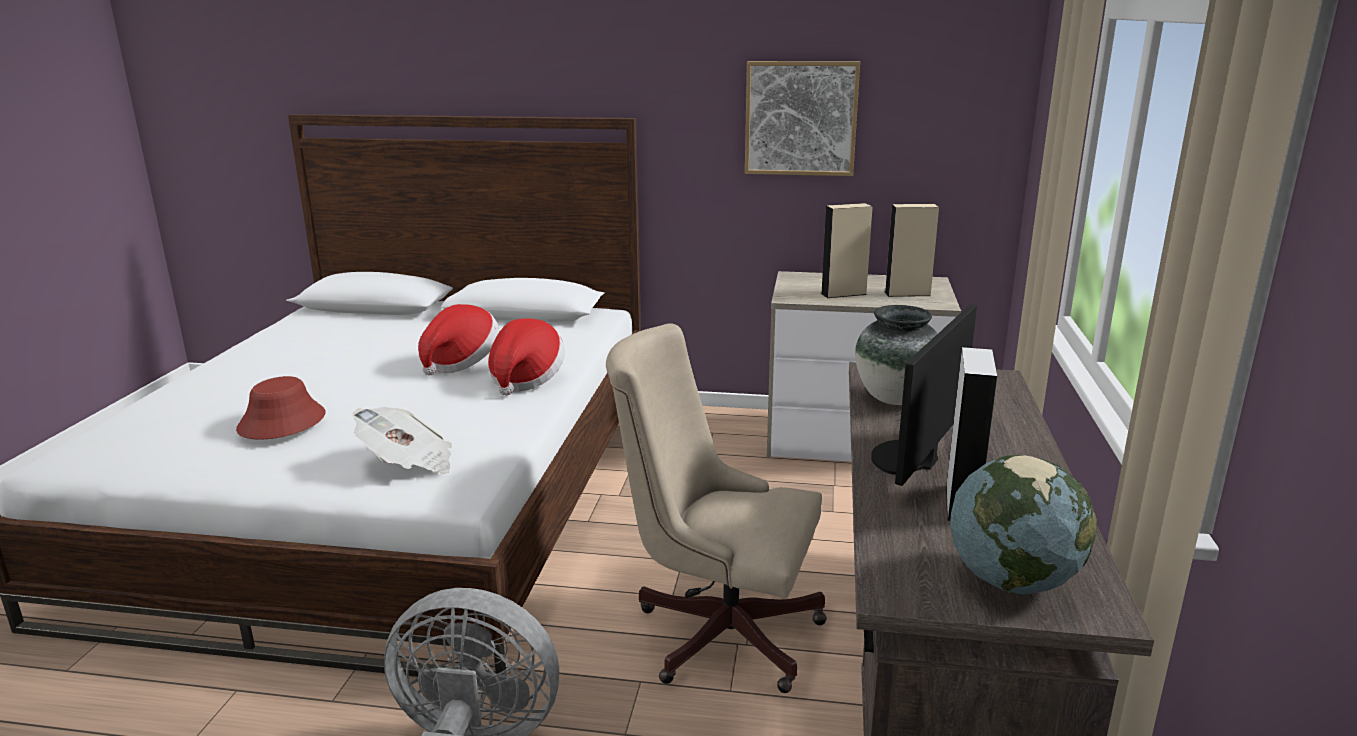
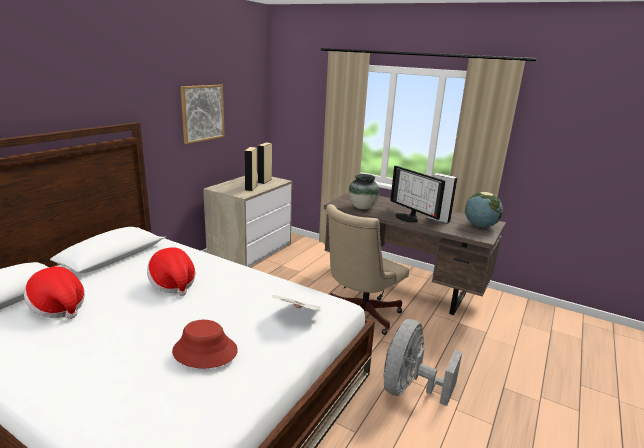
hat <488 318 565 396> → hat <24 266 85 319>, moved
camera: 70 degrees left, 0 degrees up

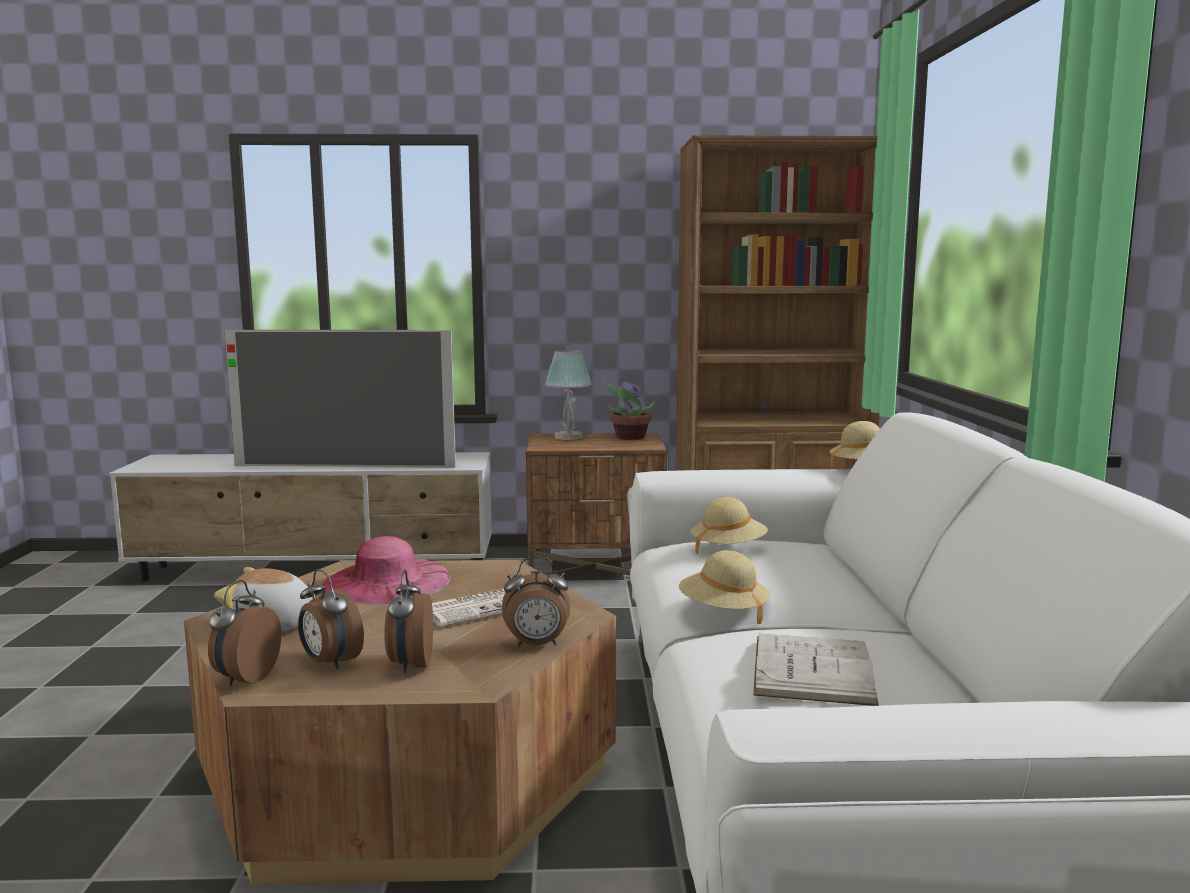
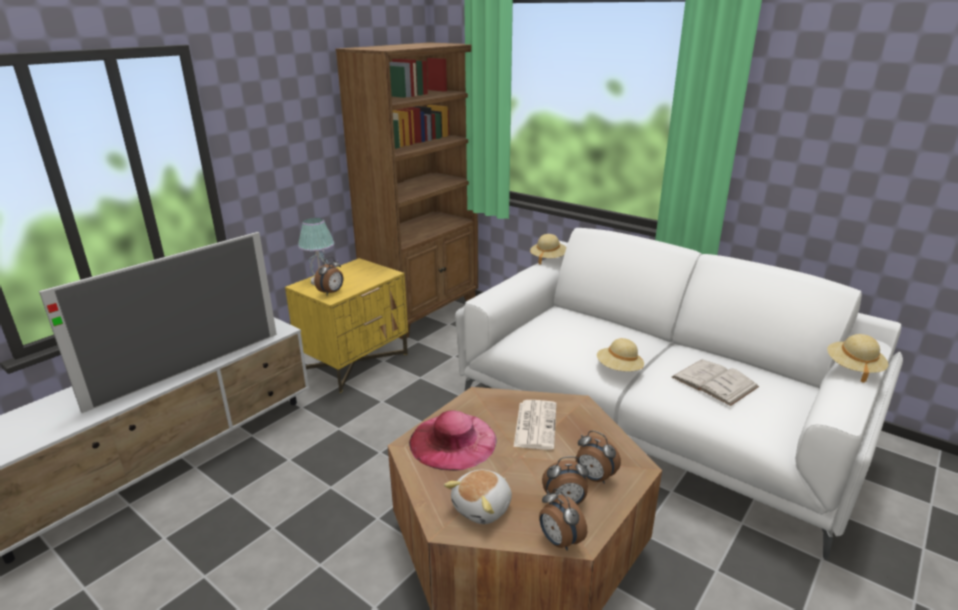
alarm clock <502 556 570 647> → alarm clock <314 257 343 295>, moved
nightstand (brown) <526 433 667 576> → nightstand (yellow) <285 258 408 392>
potted plant <604 373 655 440> → -
hat (beige) <690 497 768 555> → hat (beige) <827 334 888 383>, moved
camera: 50 degrees left, 15 degrees up

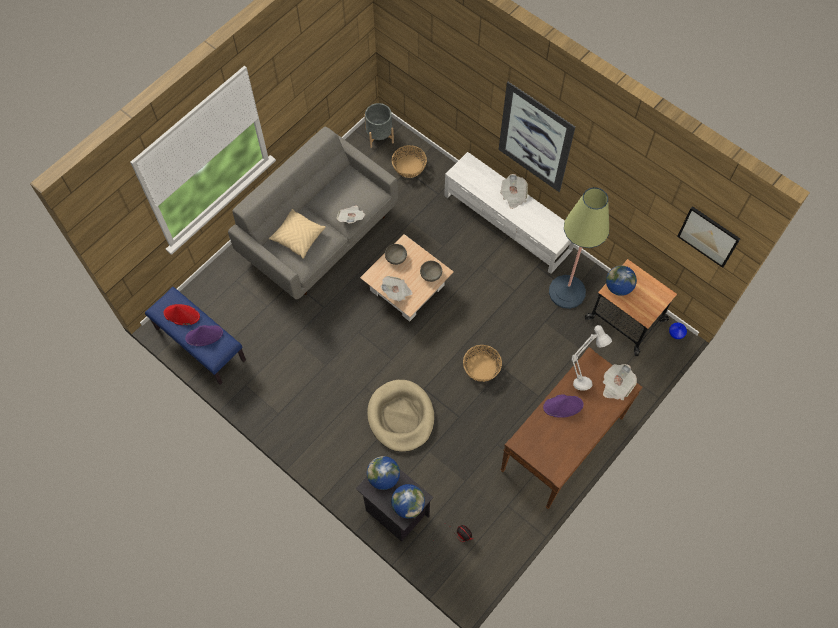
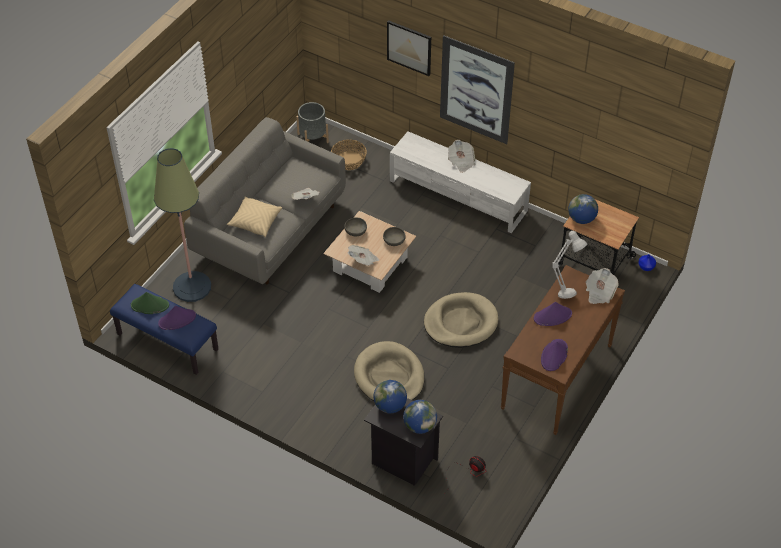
hat (red) <164 304 200 325> → hat (green) <131 292 169 314>
basket <463 345 502 382> → dog bed (beige) <424 292 498 348>
floor lamp <549 187 609 309> → floor lamp <154 148 211 302>, moved
picture <677 206 740 268> → picture <387 20 431 76>, moved
- → hat (purple) <541 339 568 371>
camera: 10 degrees left, 15 degrees down

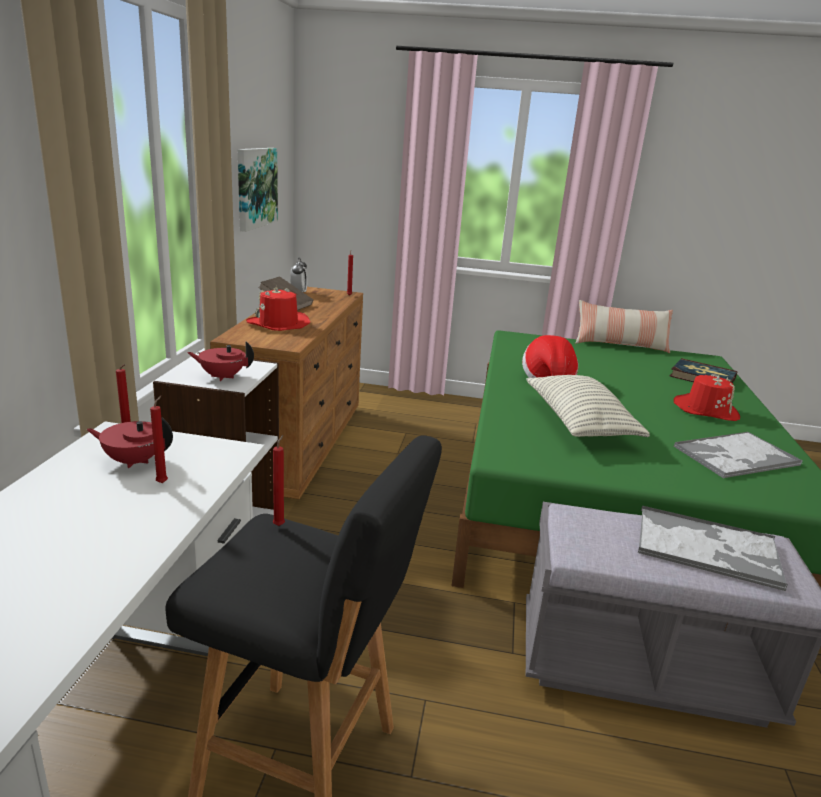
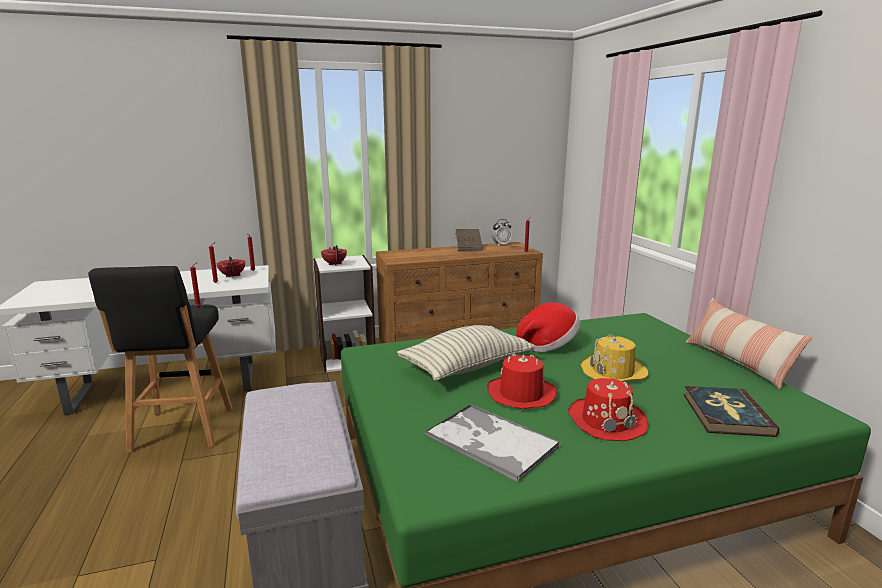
picture <238 148 278 232> → -
hat (red) <246 286 310 331> → hat (red) <487 353 557 409>, moved
tray <638 506 788 591> → -
- → hat (yellow) <580 334 649 382>
camera: 65 degrees right, 5 degrees down

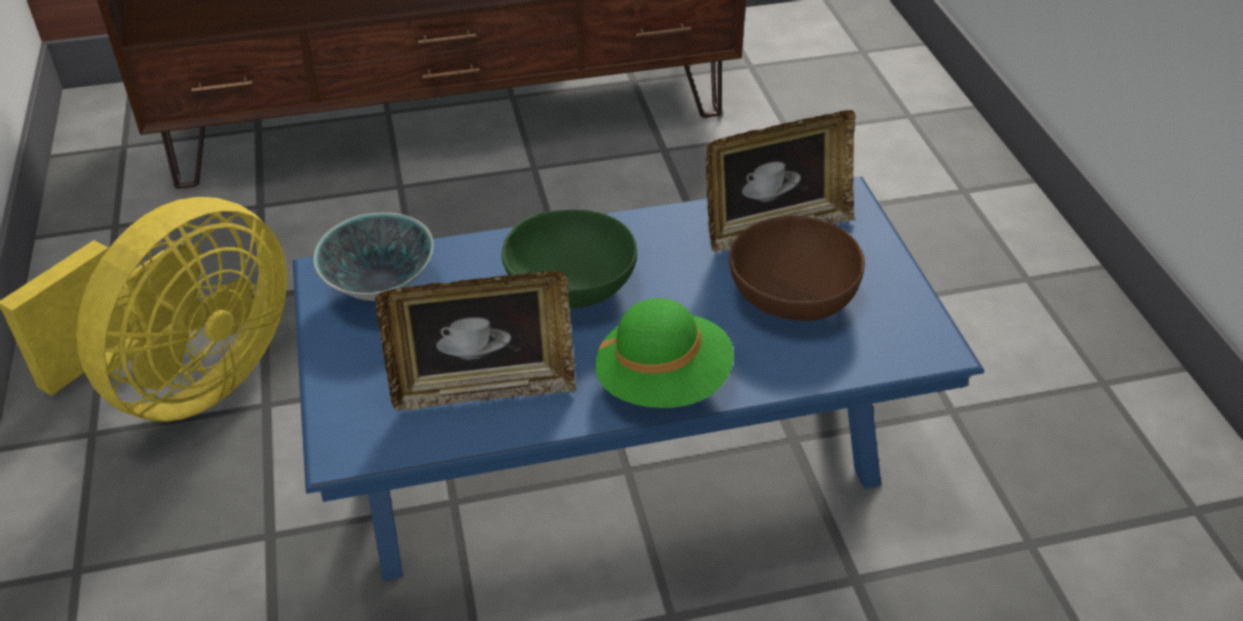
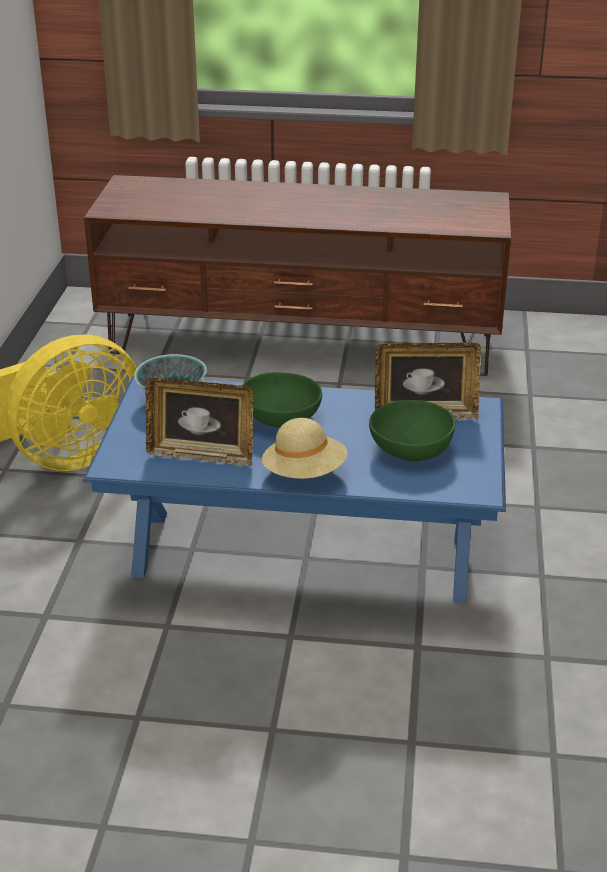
hat (green) <596 298 734 408> → hat (beige) <262 418 348 479>
bowl (brown) <729 215 865 321> → bowl (green) <369 400 455 461>
camera: 20 degrees right, 10 degrees down

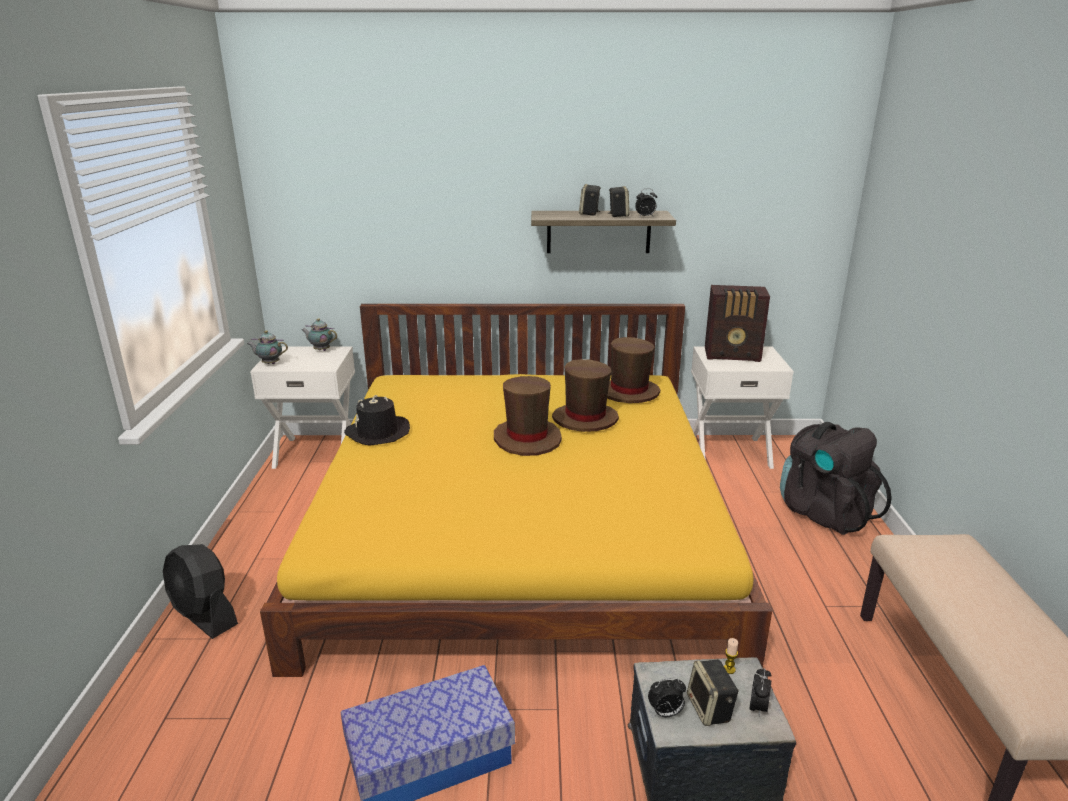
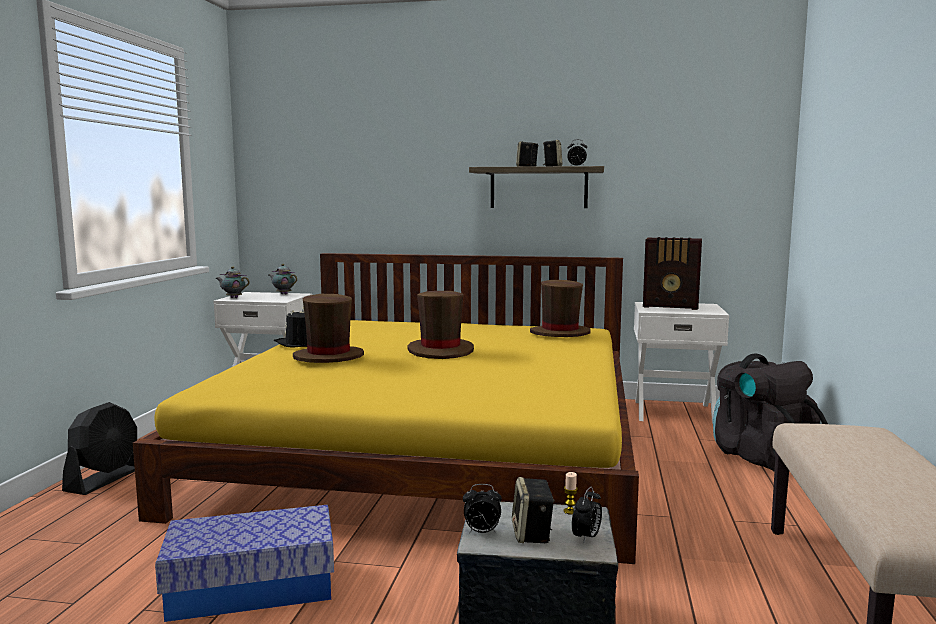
fan (black) <163 544 238 639> → fan (black) <62 402 137 495>, 120 degrees counterclockwise
hat (brown) <552 359 619 432> → hat (brown) <293 294 364 363>, moved
camera: 10 degrees right, 15 degrees down

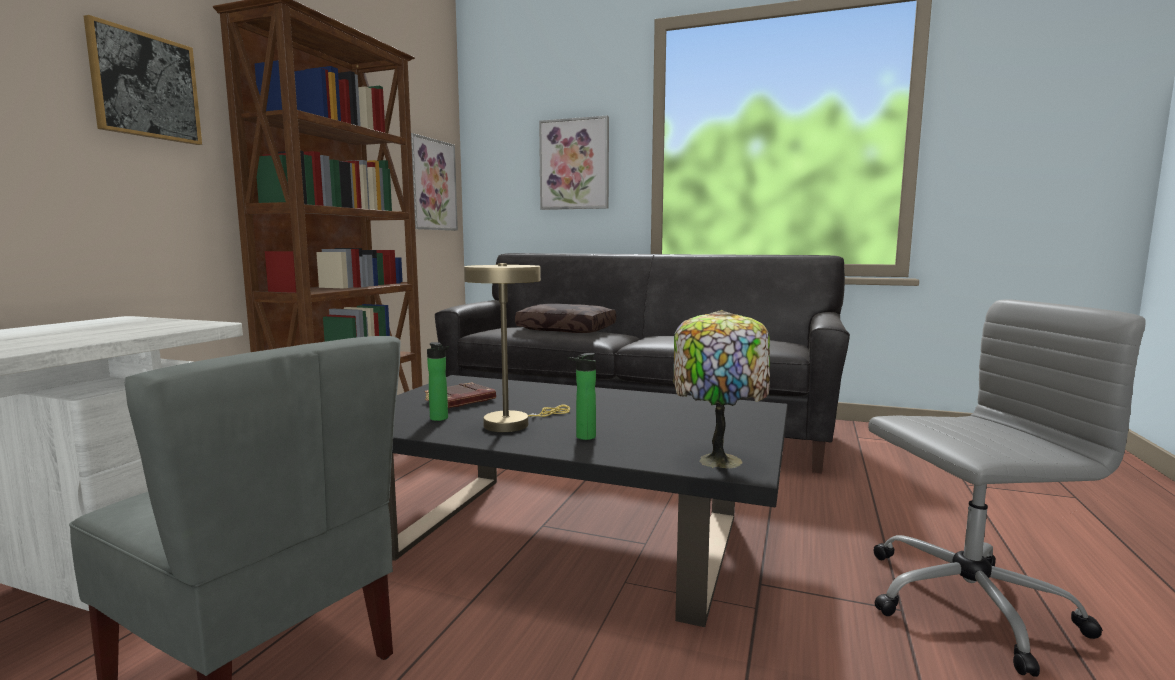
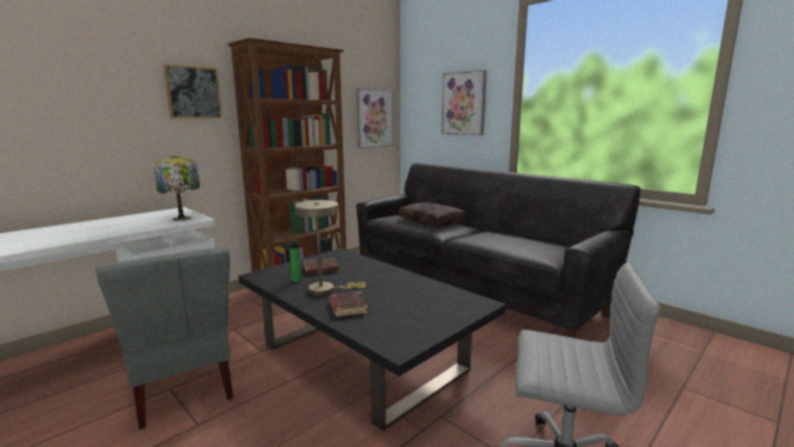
bottle <569 353 596 440> → book (brown) <329 292 368 317>
table lamp <673 310 770 469> → table lamp <154 156 200 221>, moved
camera: 25 degrees right, 5 degrees up

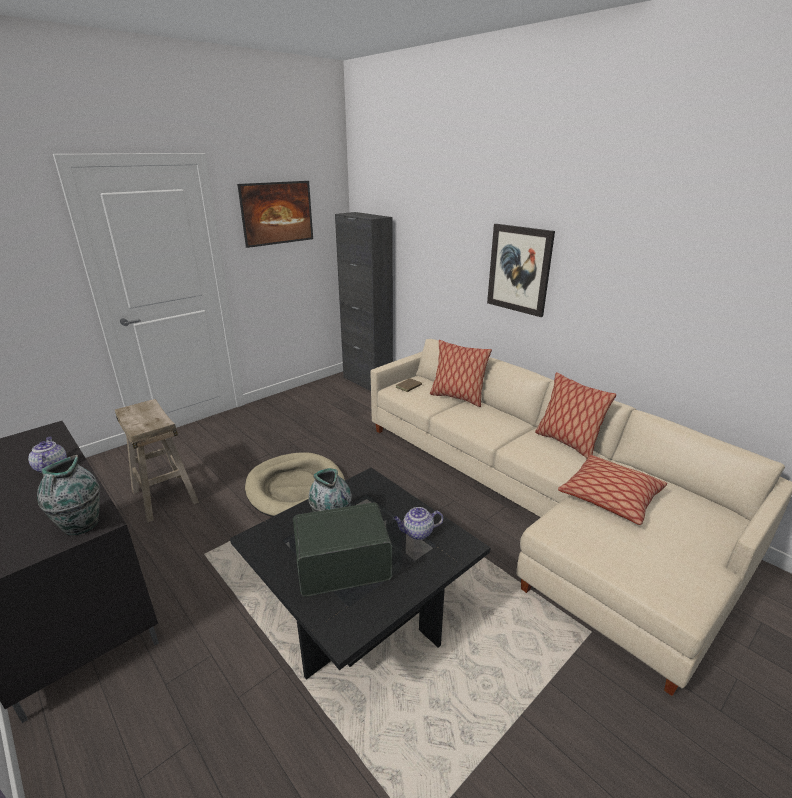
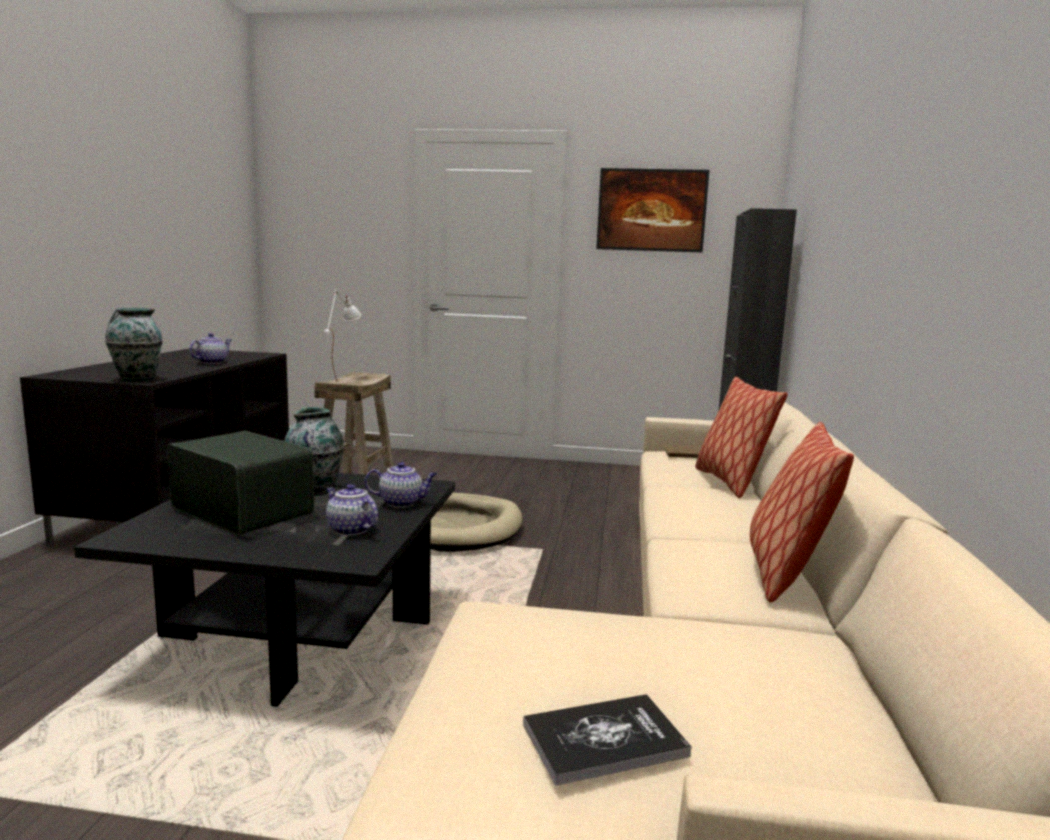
picture <487 224 555 317> → -
pillow <558 454 667 525> → -
- → table lamp (white) <324 289 361 381>
- → teapot <365 462 437 507>
- → book <523 694 692 786>
camera: 50 degrees right, 15 degrees down

